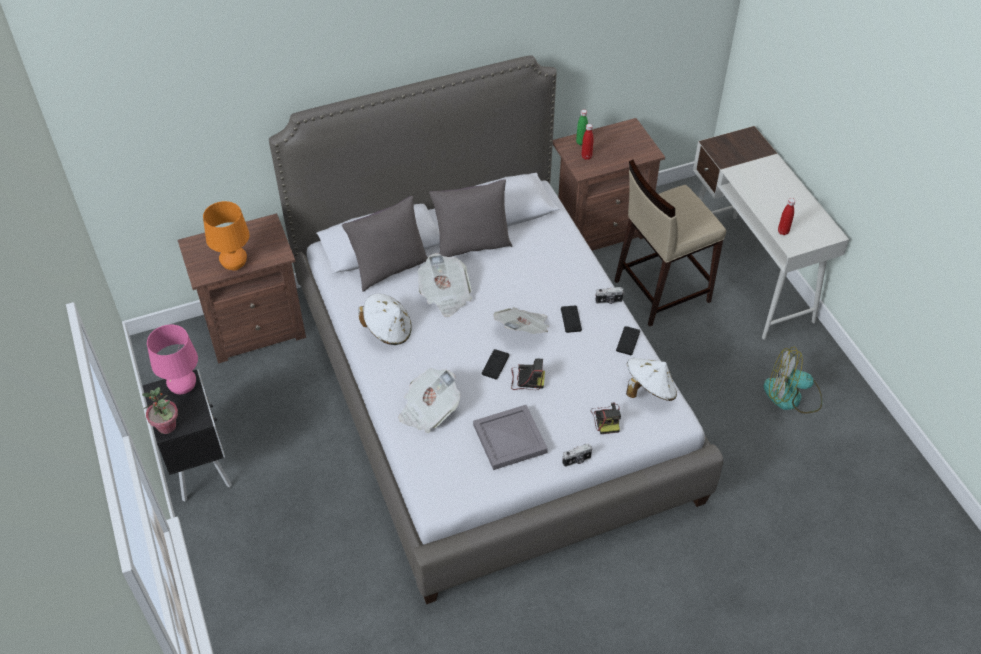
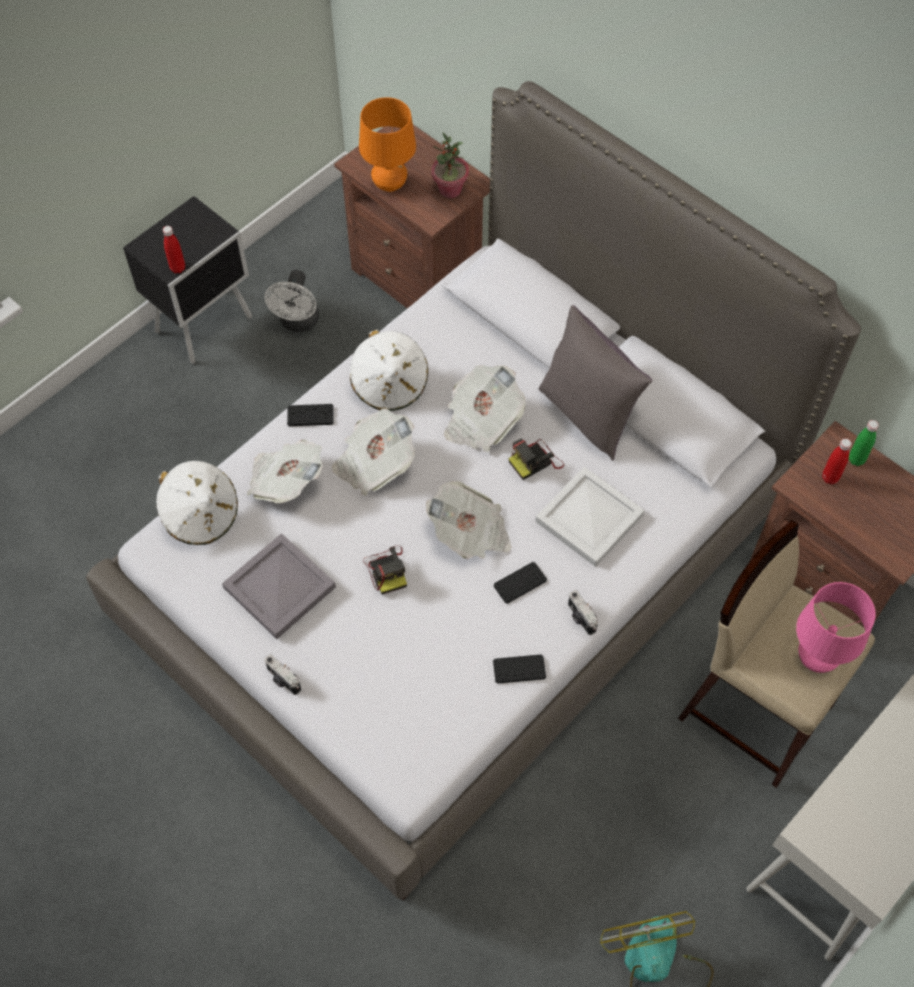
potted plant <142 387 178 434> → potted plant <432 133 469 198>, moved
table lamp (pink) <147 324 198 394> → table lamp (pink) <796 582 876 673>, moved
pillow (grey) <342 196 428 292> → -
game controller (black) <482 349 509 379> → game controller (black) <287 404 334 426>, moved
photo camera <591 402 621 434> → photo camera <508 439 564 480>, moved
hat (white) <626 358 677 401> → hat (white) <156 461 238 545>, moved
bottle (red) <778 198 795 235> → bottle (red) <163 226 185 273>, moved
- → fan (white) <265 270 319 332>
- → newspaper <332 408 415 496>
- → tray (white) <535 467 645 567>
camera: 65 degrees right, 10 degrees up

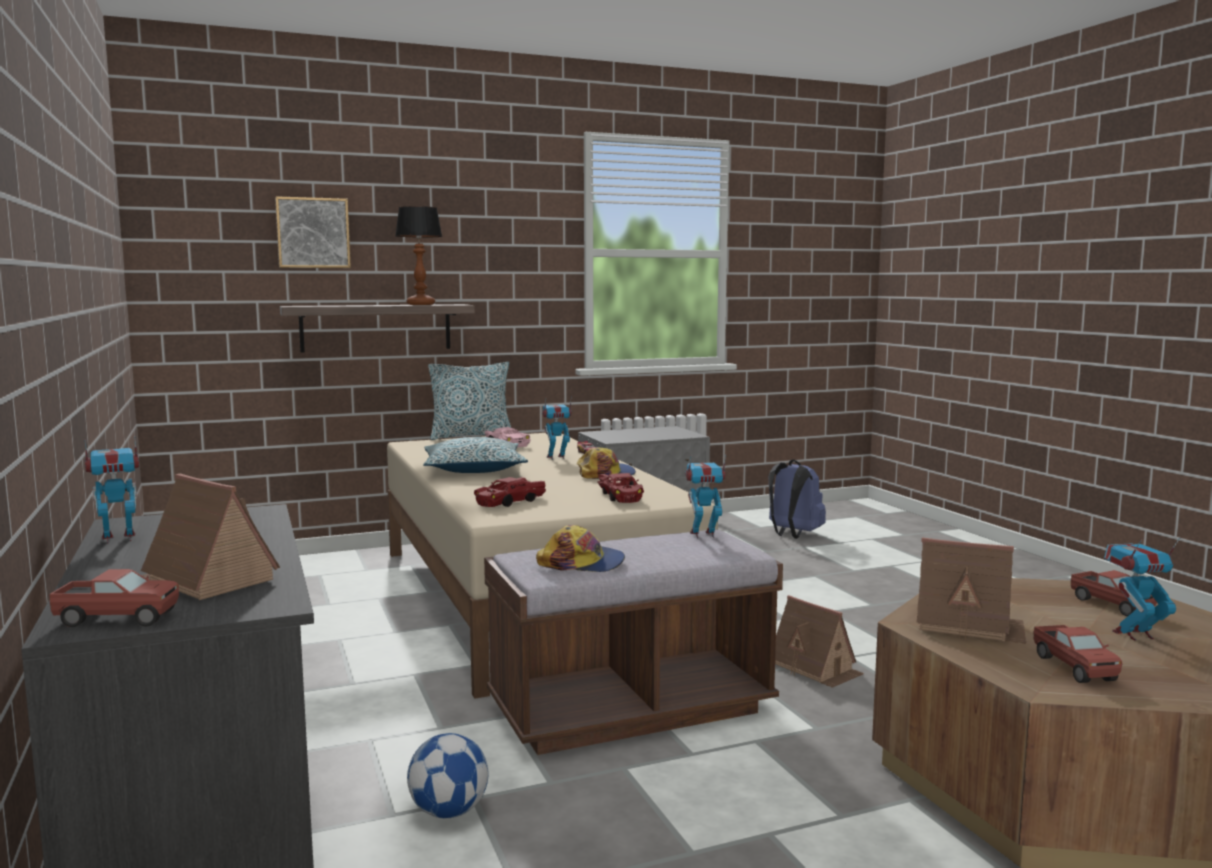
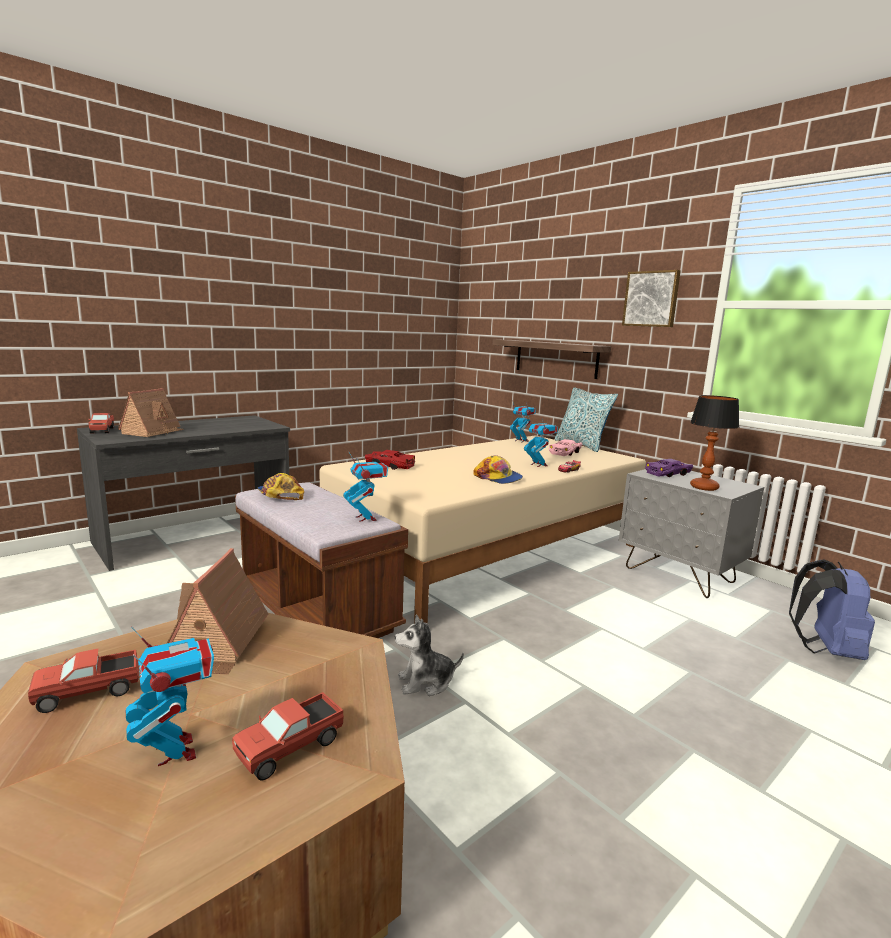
toy robot <85 436 139 544> → toy robot <510 400 536 442>, moved
picture <275 196 351 268> → picture <622 270 681 327>, moved
table lamp <395 206 442 305> → table lamp <690 395 739 491>, moved
football <407 733 488 819> → -
pillow <423 437 528 473> → -
cap <536 525 625 572> → cap <258 473 304 500>, 150 degrees clockwise
toy car (red) <597 473 644 503> → -
toy house <775 595 864 688> → plush toy <395 615 464 696>
- → toy car (purple) <645 459 693 477>
camera: 70 degrees right, 5 degrees up

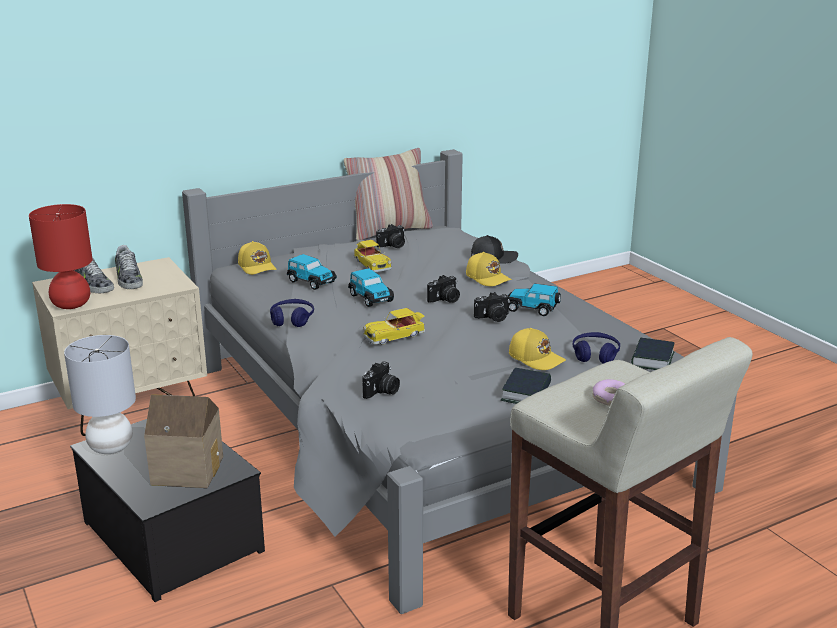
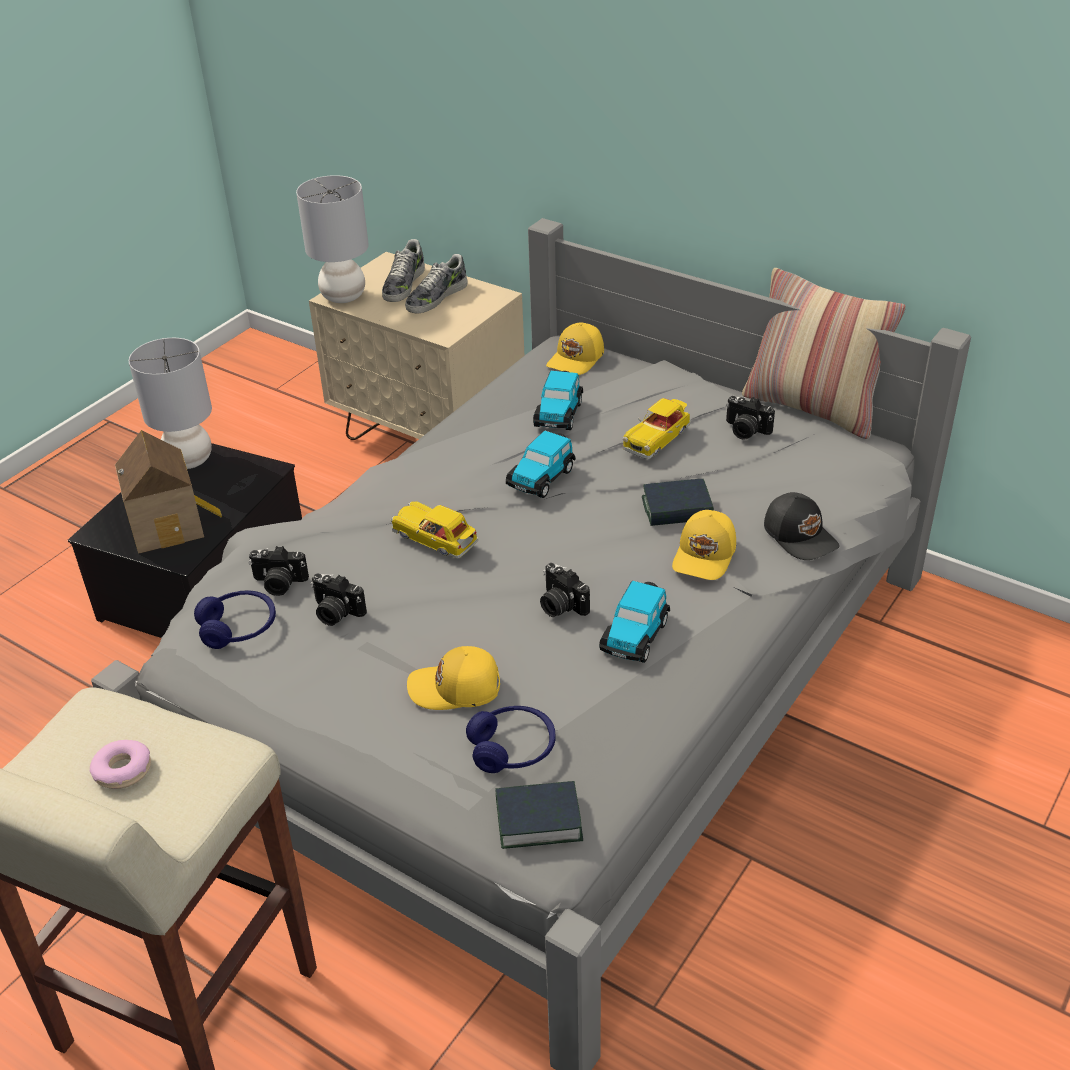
table lamp (red) <29 204 92 309> → table lamp (grey) <296 175 369 303>
headphones (blue) <270 299 314 327> → headphones (blue) <194 591 276 649>, moved
photo camera <427 275 460 303> → photo camera <311 573 367 626>, moved
book <501 368 551 404> → book <642 479 714 526>, moved
toy car <508 284 561 316> → toy car <599 581 670 663>, 150 degrees counterclockwise
cap (yellow) <509 328 566 370> → cap (yellow) <407 646 500 710>, 75 degrees clockwise
camera: 65 degrees right, 15 degrees up

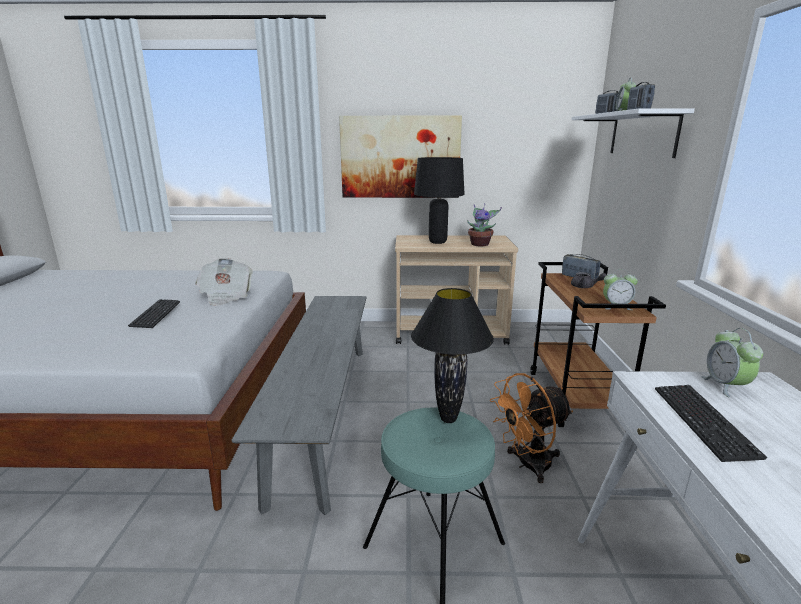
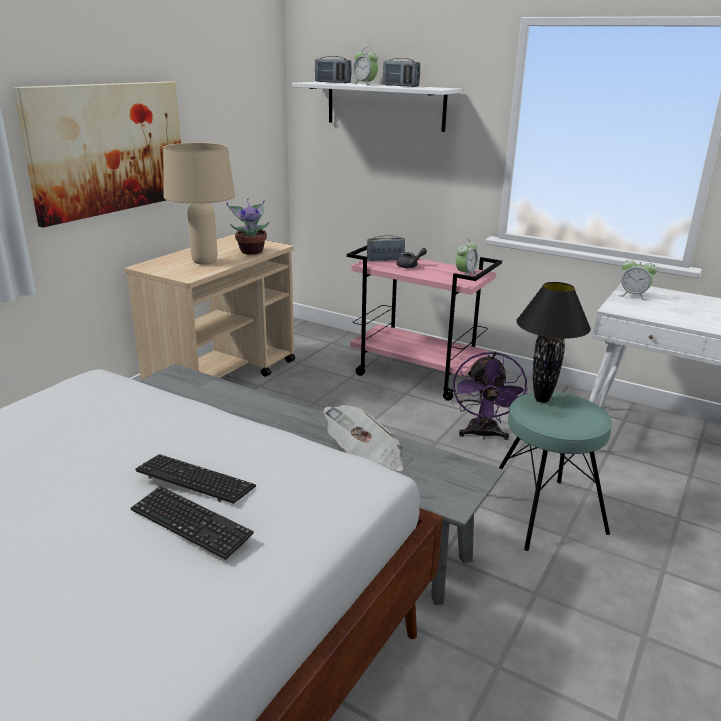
newspaper <195 258 253 306> → newspaper <324 405 403 471>, moved
table lamp (black) <414 157 465 244> → table lamp (beige) <163 143 235 265>
fan (orange) <490 373 573 483> → fan (purple) <453 352 528 440>
cart (brown) <530 262 666 427> → cart (pink) <347 246 502 401>
keyboard <655 385 767 462> → keyboard <131 486 254 560>, moved
camera: 60 degrees left, 5 degrees up

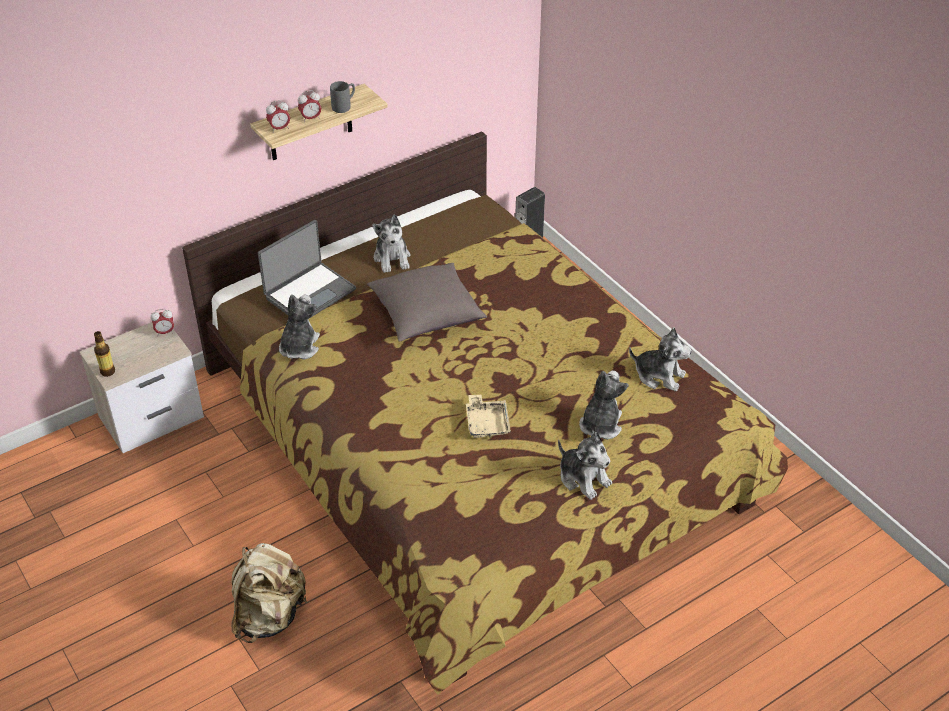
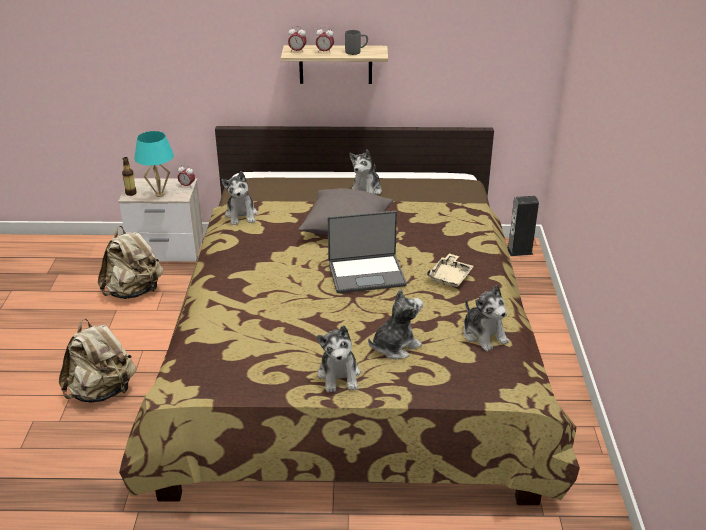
laptop <258 220 356 318> → laptop <328 211 407 293>, moved
plush toy <279 295 320 360> → plush toy <221 171 258 225>, 120 degrees clockwise
tray (beige) <466 394 511 438> → tray (beige) <427 253 474 287>, moved
- → backpack (beige) <98 226 163 299>
- → table lamp (turquoise) <134 131 174 197>
camera: 35 degrees right, 10 degrees down

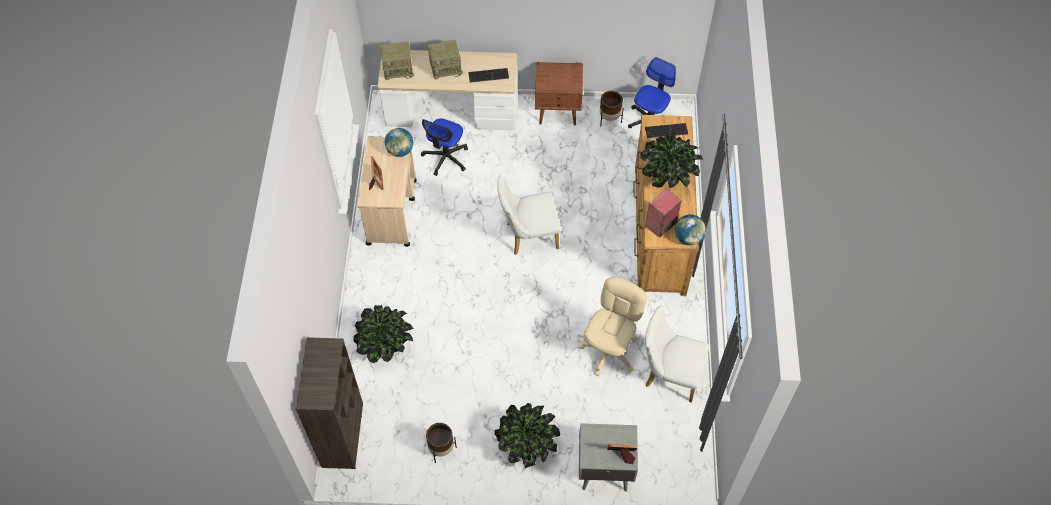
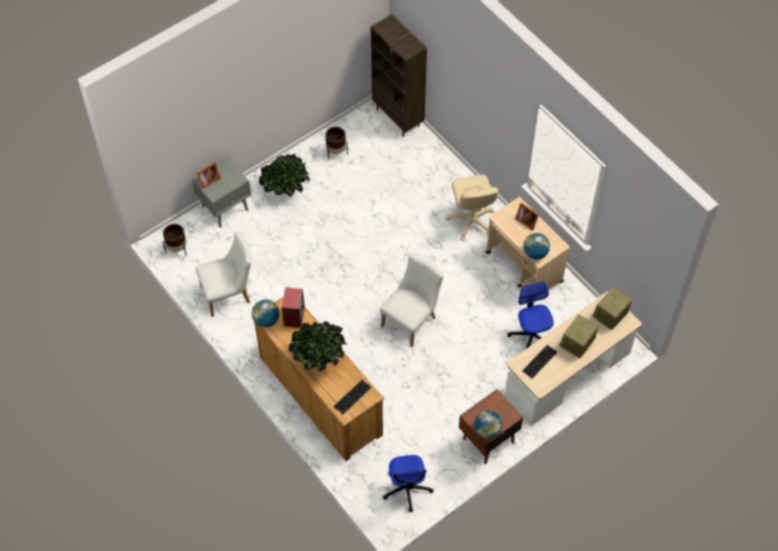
potted plant <353 305 414 363> → -
office chair (beige) <579 277 647 376> → office chair (beige) <446 175 499 241>, moved
planter (brown) <600 91 624 126> → planter (brown) <163 224 187 256>, moved
- → globe <474 410 503 439>
camera: 140 degrees right, 0 degrees up

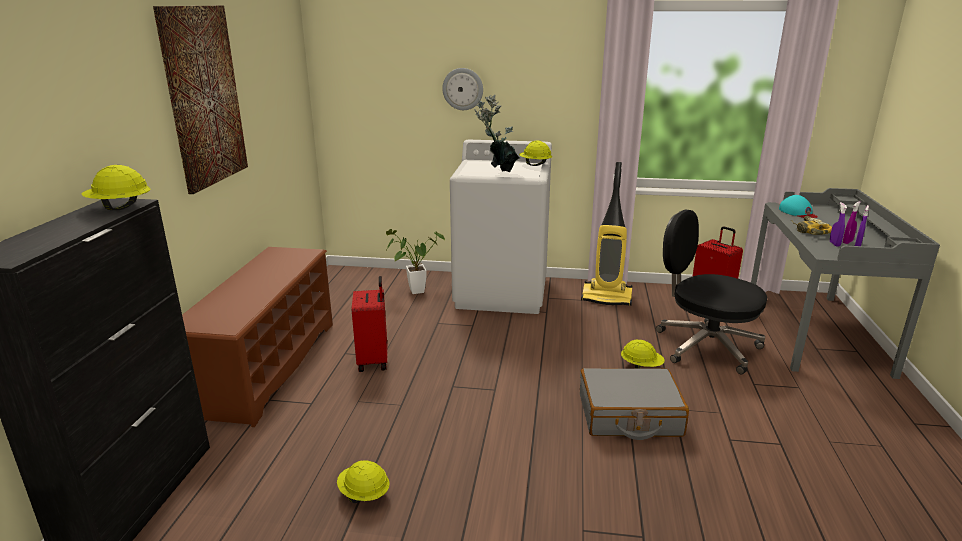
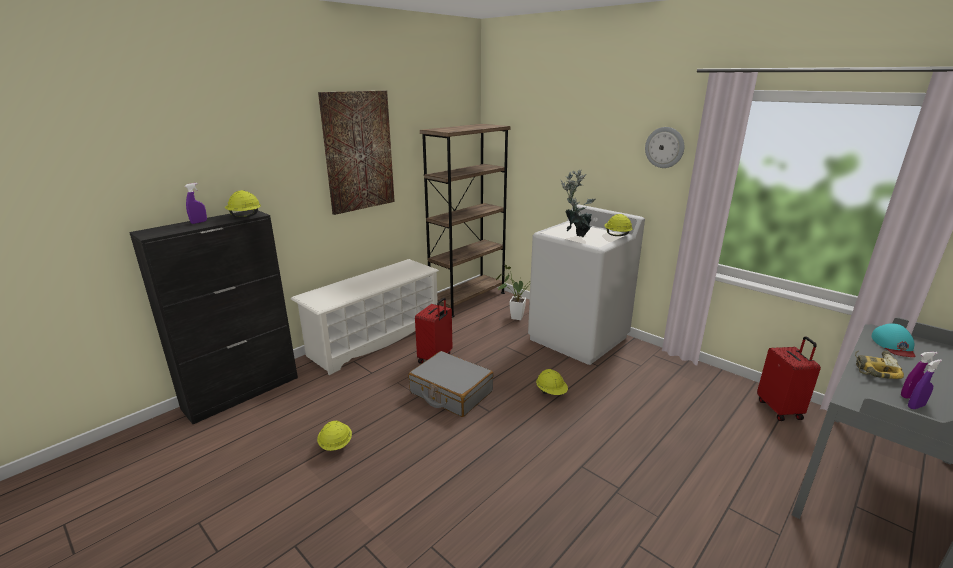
shoe rack (brown) <182 247 333 427> → shoe rack (white) <291 259 439 375>
wall clock <442 68 483 110> → wall clock <645 127 684 168>, moved
suitcase (grey) <580 368 689 440> → suitcase (grey) <408 351 493 417>, moved
vacuum cleaner <581 162 632 306> → -
hard hat (yellow) <621 339 665 369> → hard hat (yellow) <536 369 568 395>, moved
office chair (black) <656 210 767 374> → -
spray bottle (purple) <830 202 847 247> → spray bottle (purple) <185 183 207 224>, moved
- → bookcase (brown) <420 124 511 317>
camera: 35 degrees right, 0 degrees up

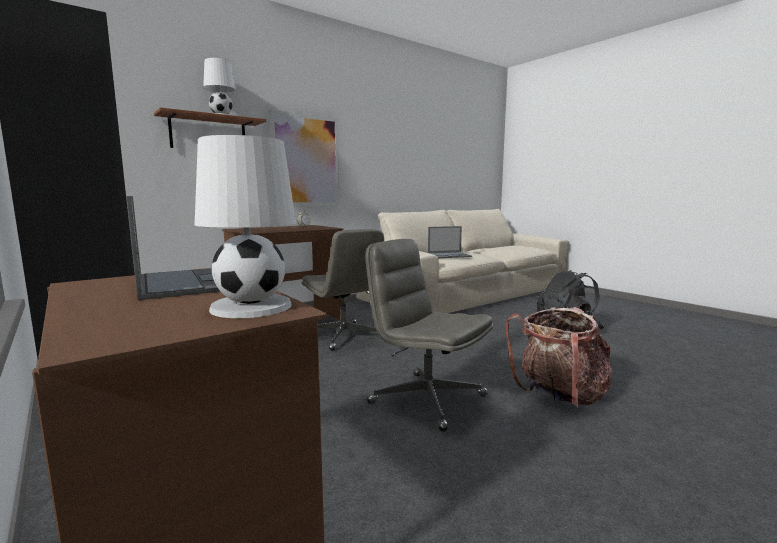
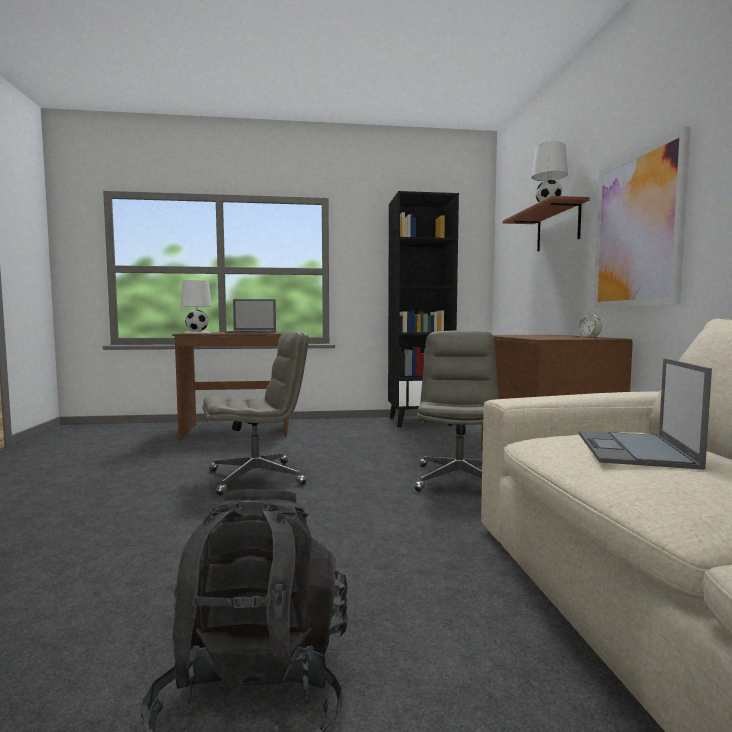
office chair (grey) <302 229 384 351> → office chair (grey) <415 330 499 491>, 105 degrees clockwise
backpack <506 307 612 407> → -
camera: 120 degrees right, 5 degrees down

